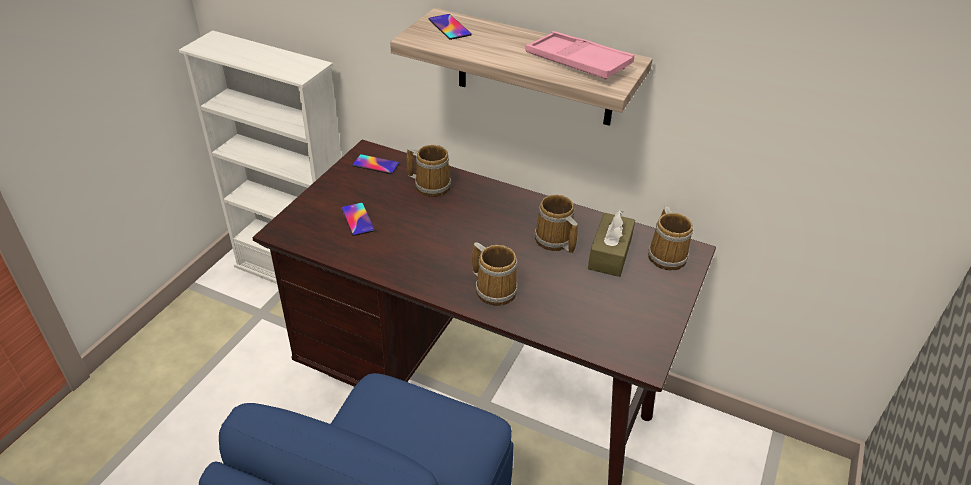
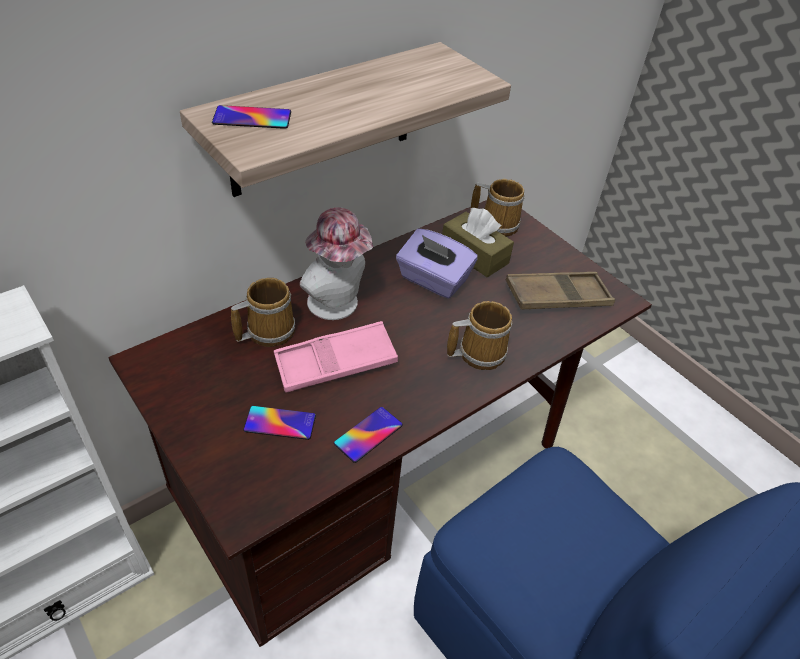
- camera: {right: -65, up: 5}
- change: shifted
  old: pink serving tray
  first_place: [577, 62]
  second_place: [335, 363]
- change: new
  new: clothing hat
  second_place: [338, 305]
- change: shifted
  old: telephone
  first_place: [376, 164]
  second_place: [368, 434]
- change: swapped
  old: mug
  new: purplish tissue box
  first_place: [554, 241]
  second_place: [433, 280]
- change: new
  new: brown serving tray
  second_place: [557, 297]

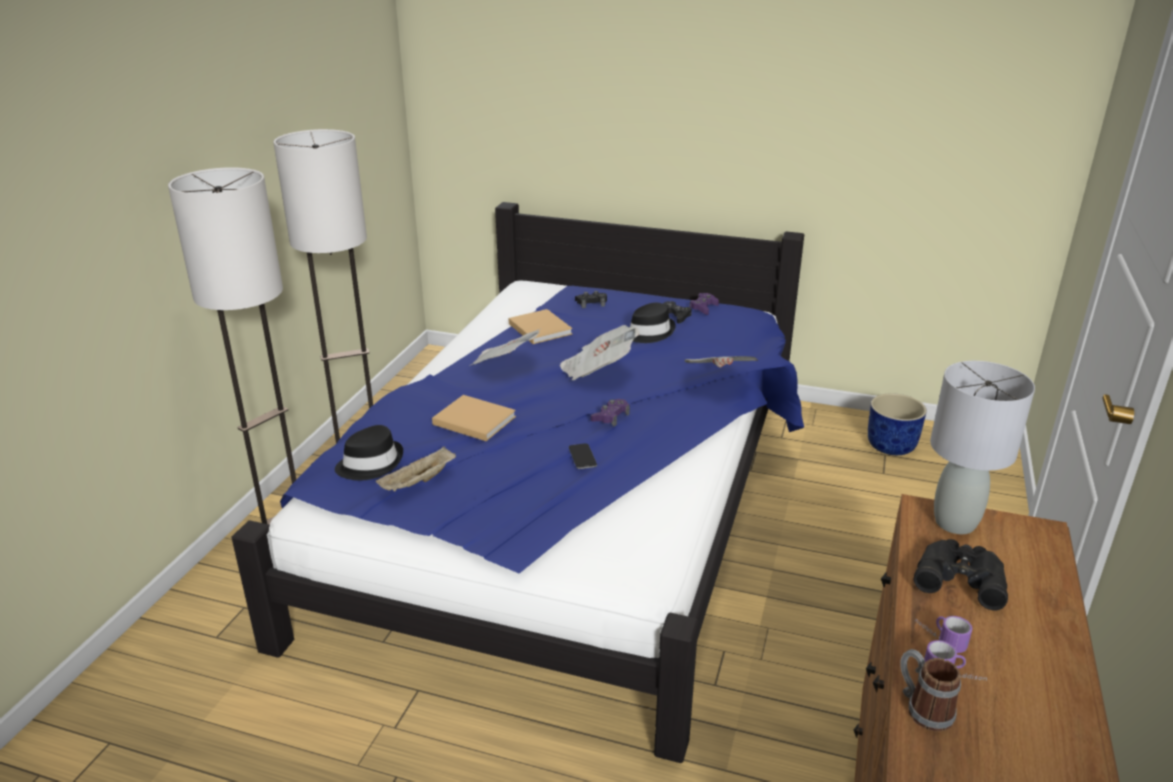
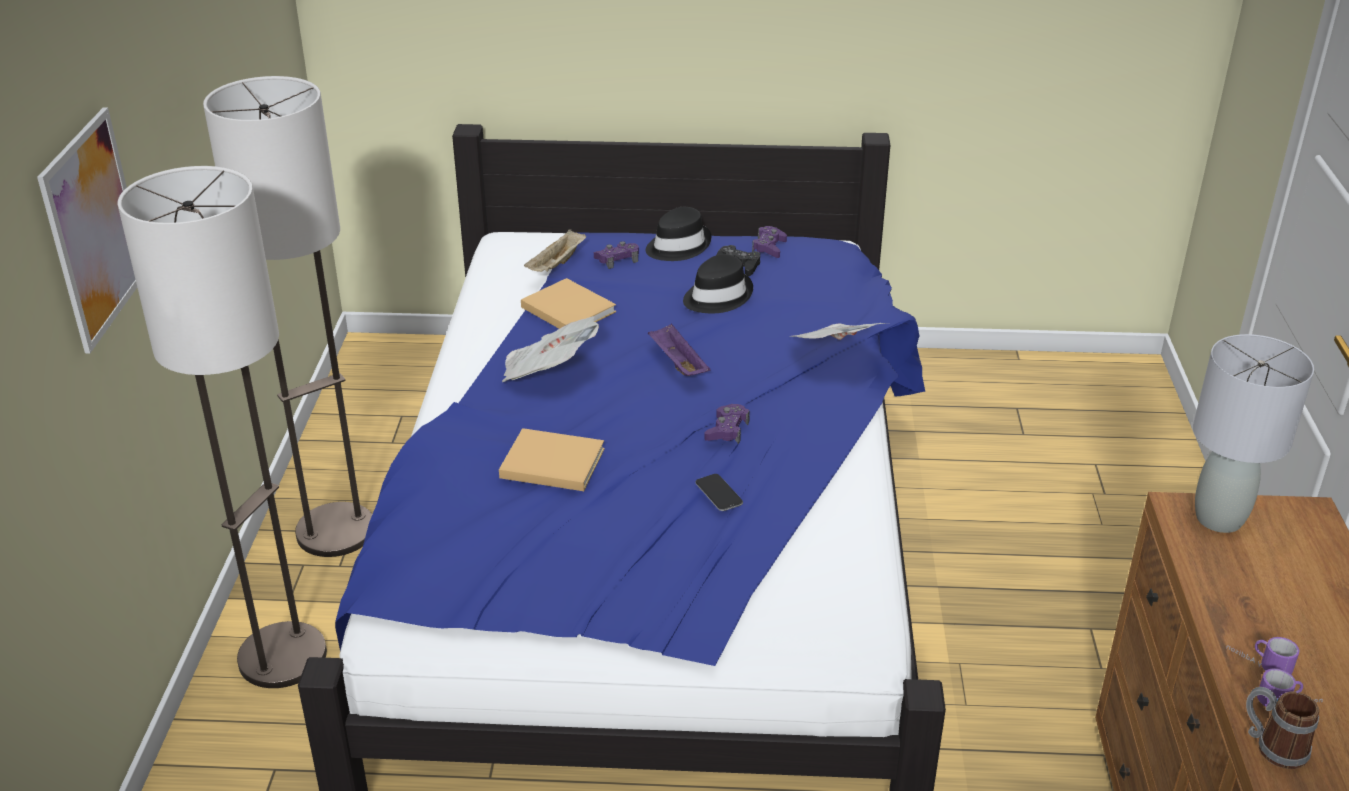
- camera: {right: -15, up: 5}
- change: new
  new: wall picture
  second_place: [94, 229]
- change: shifted
  old: beige serving tray
  first_place: [418, 482]
  second_place: [557, 265]
- change: repainted
  old: black gamepad
  new: purplish gamepad
  first_place: [591, 303]
  second_place: [617, 259]
- change: shifted
  old: black clothing hat
  first_place: [370, 463]
  second_place: [677, 246]
- change: swapped
  old: printed paper
  new: purplish serving tray
  first_place: [597, 370]
  second_place: [677, 364]
- change: gone
  old: blue-coloured planter
  first_place: [892, 446]
- change: gone
  old: black pair of binoculars
  first_place: [960, 577]

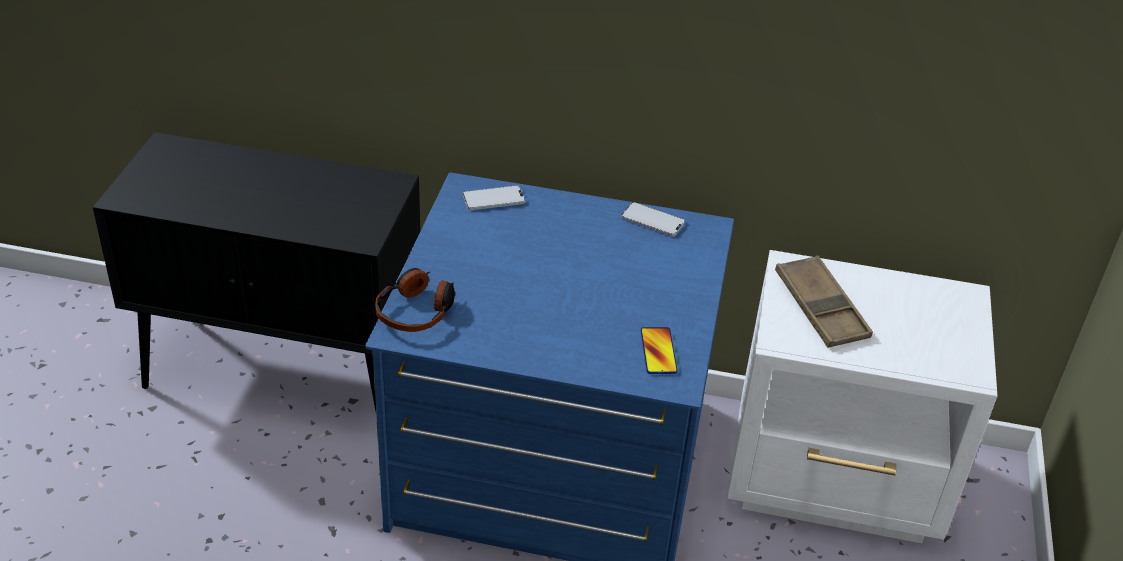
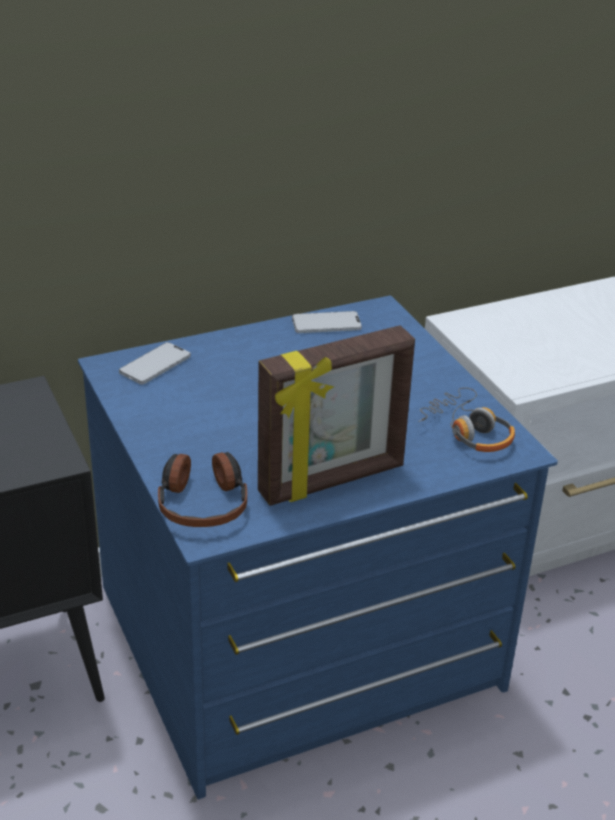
- camera: {right: -35, up: -5}
- change: new
  new: standing frame
  second_place: [332, 481]
- change: swapped
  old: telephone
  new: headset
  first_place: [658, 352]
  second_place: [468, 431]
- change: gone
  old: brown serving tray
  first_place: [820, 308]

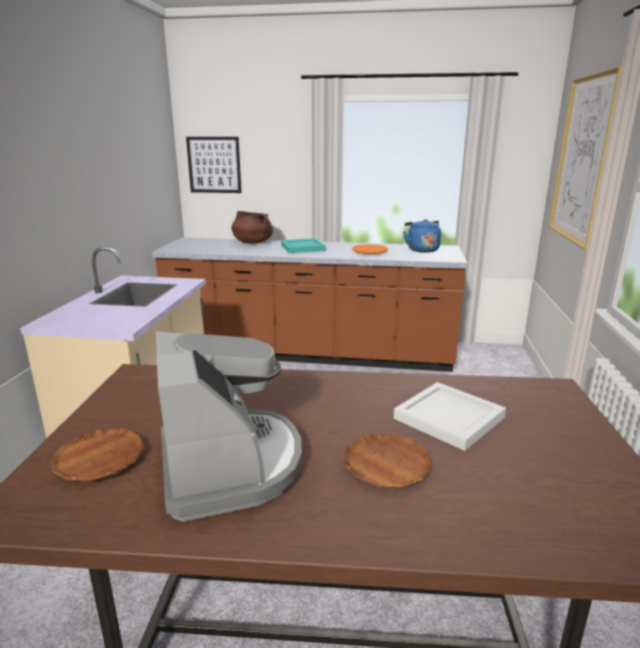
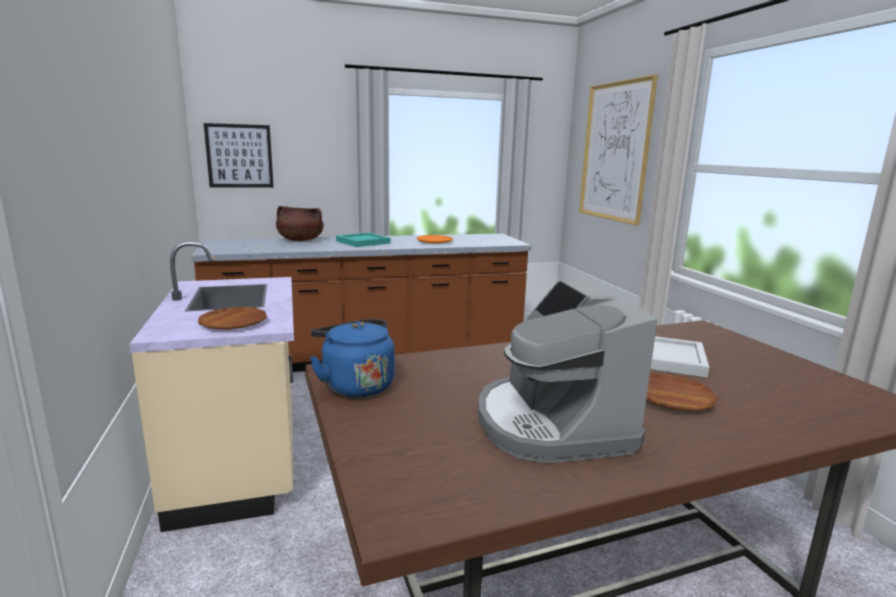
- camera: {right: -25, up: -5}
- change: shifted
  old: brown dinner plate
  first_place: [99, 459]
  second_place: [233, 323]
- change: shifted
  old: blue-coloured tea kettle
  first_place: [421, 250]
  second_place: [355, 385]
- change: rotated
  old: coffee brewer
  first_place: [230, 464]
  second_place: [551, 424]
  degrees: -150

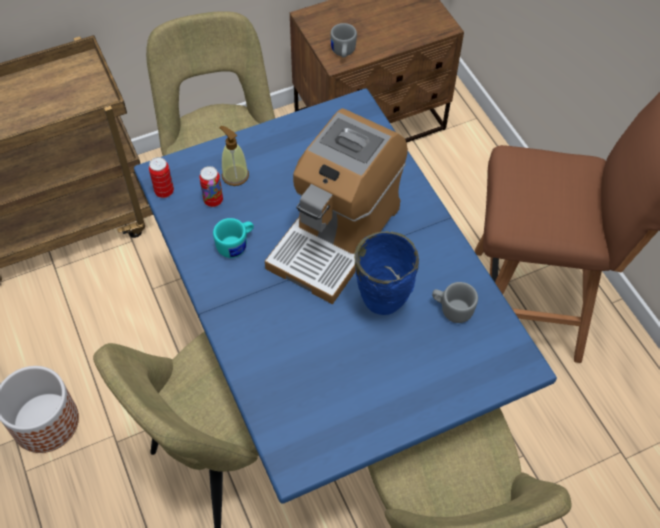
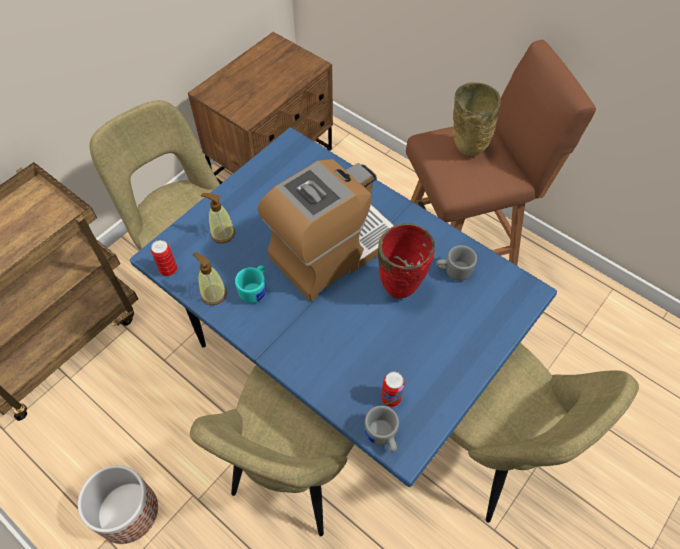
- camera: {right: -25, up: 0}
- change: new
  new: soap dispenser
  second_place: [213, 294]
- change: rotated
  old: coffee brewer
  first_place: [336, 235]
  second_place: [332, 250]
  degrees: -135
- change: shifted
  old: greyish mug
  first_place: [342, 53]
  second_place: [382, 437]
- change: repainted
  old: blue-coloured decorative vase
  new: reddish decorative vase
  first_place: [381, 306]
  second_place: [399, 291]
- change: shifted
  old: sealed can
  first_place: [213, 200]
  second_place: [391, 398]
- change: new
  new: beige decorative vase
  second_place: [466, 150]

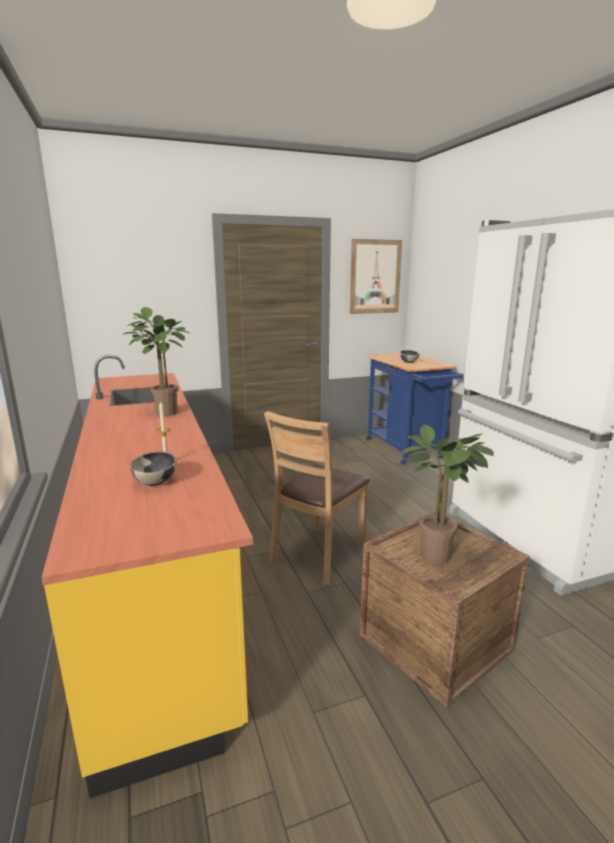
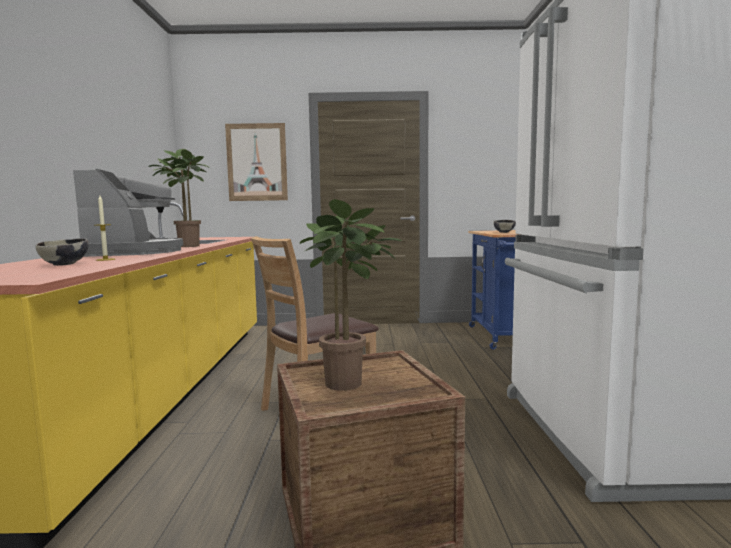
- camera: {right: 20, up: -10}
- change: new
  new: coffee brewer
  second_place: [134, 252]
- change: shifted
  old: wall picture
  first_place: [375, 277]
  second_place: [257, 162]

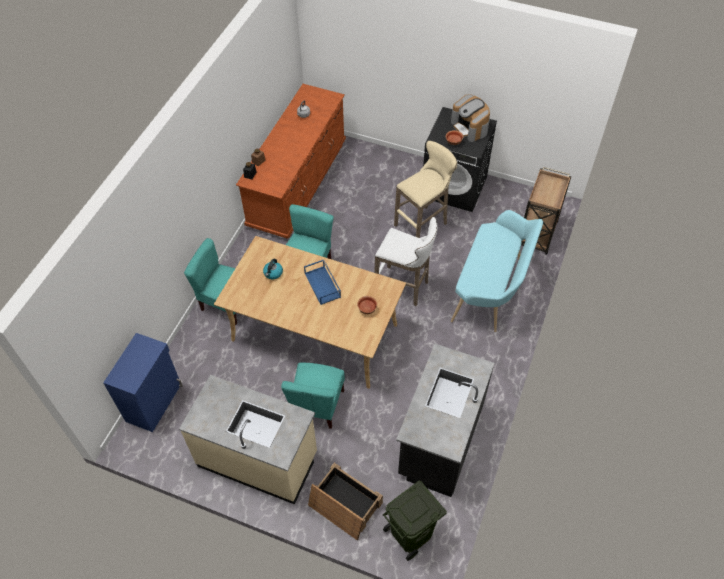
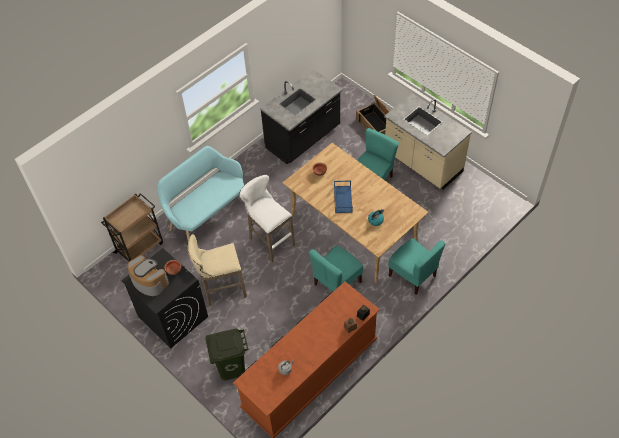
- camera: {right: -155, up: 0}
- change: rotated
  old: coffee brewer
  first_place: [470, 127]
  second_place: [149, 281]
  degrees: -45
- change: shifted
  old: green rubbish bin
  first_place: [411, 534]
  second_place: [231, 367]
- change: gone
  old: blue-coloured cabinet
  first_place: [155, 402]

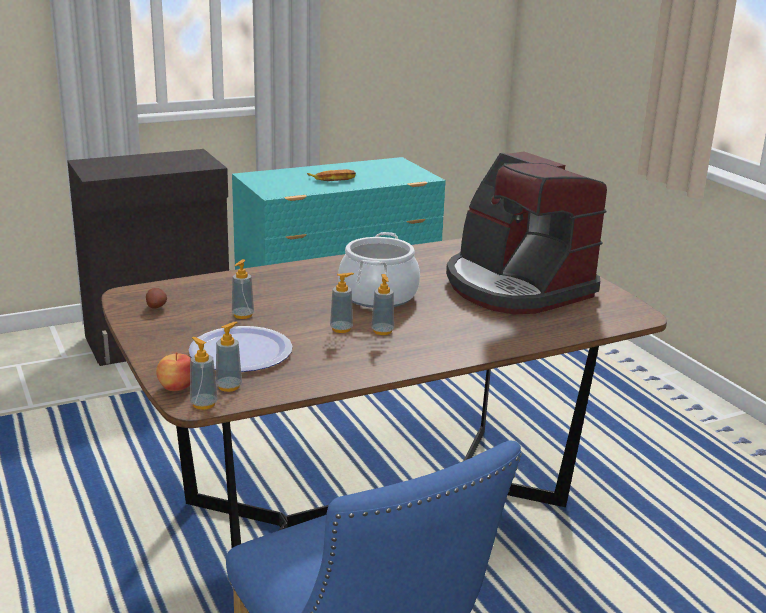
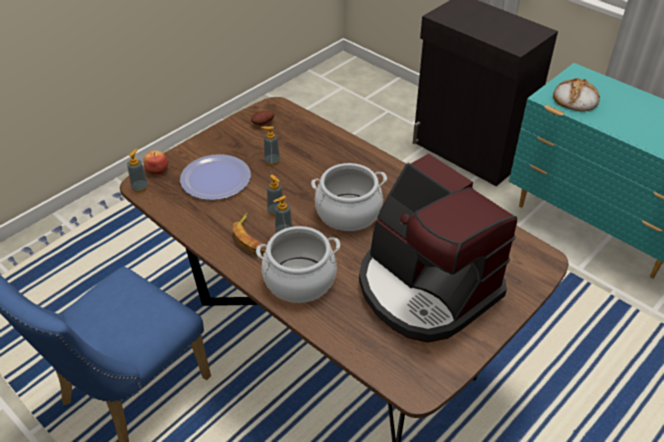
- camera: {right: 70, up: 20}
- change: shifted
  old: banana fruit
  first_place: [333, 179]
  second_place: [251, 238]
- change: new
  new: saucepot
  second_place: [299, 280]
- change: rotated
  old: coffee brewer
  first_place: [516, 287]
  second_place: [425, 288]
  degrees: -75
- change: new
  new: bread
  second_place: [575, 99]
- change: gone
  old: soap dispenser
  first_place: [229, 386]

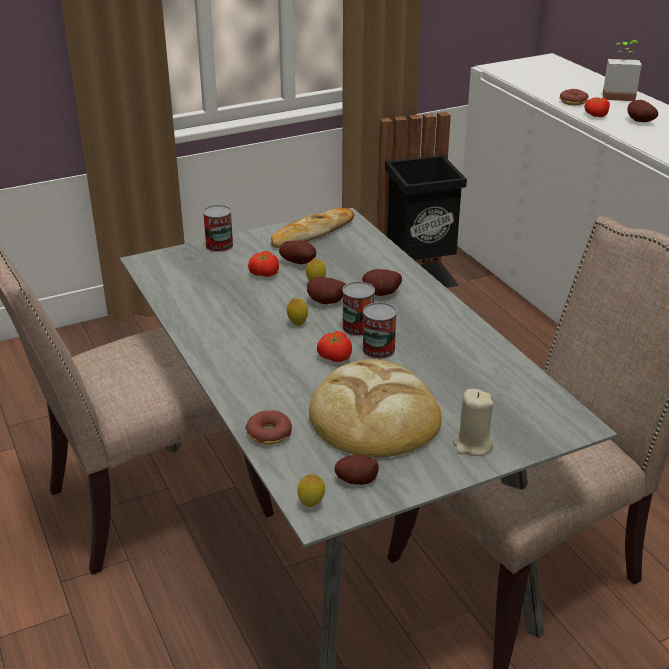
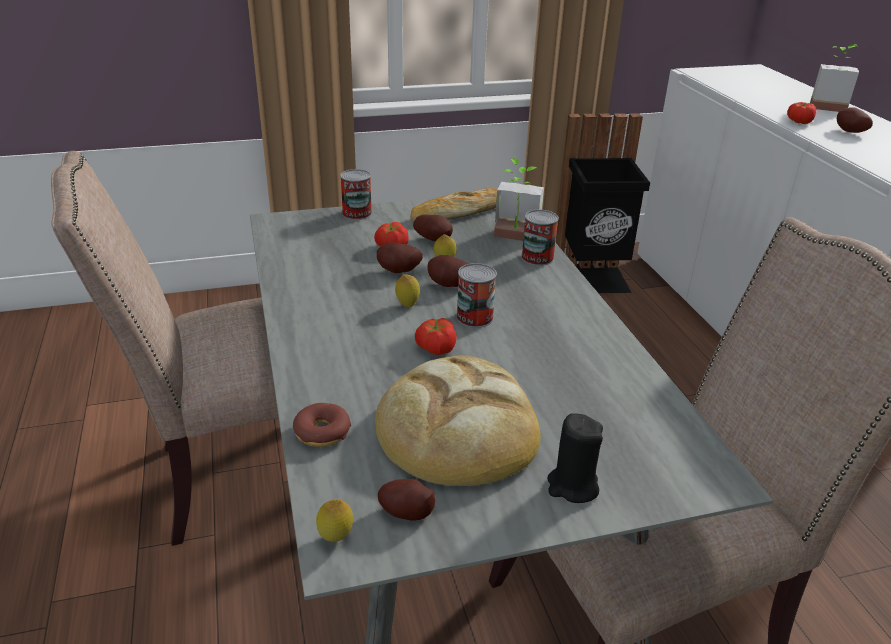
- camera: {right: 10, up: 0}
- change: shifted
  old: whole potato
  first_place: [382, 294]
  second_place: [398, 272]
- change: new
  new: potted plant
  second_place: [515, 239]
- change: shifted
  old: sealed can
  first_place: [378, 350]
  second_place: [537, 257]
- change: repainted
  old: beige wax candle
  new: black wax candle
  first_place: [472, 445]
  second_place: [572, 486]
- change: gone
  old: doughnut
  first_place: [573, 102]

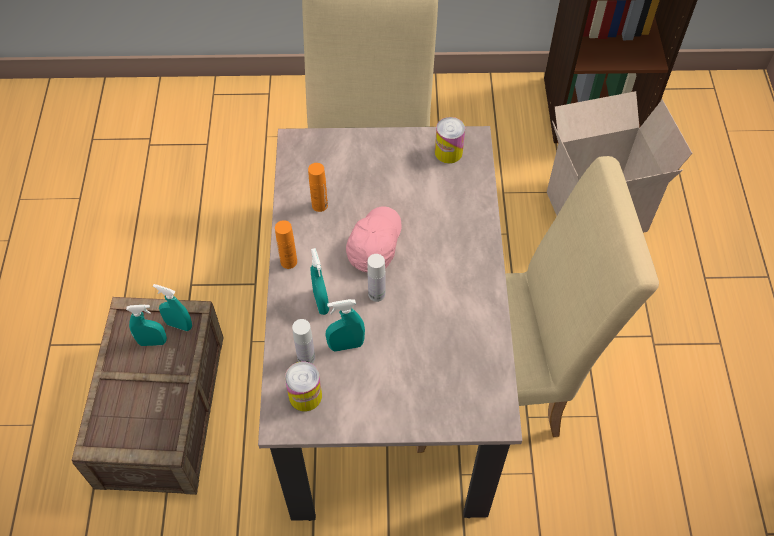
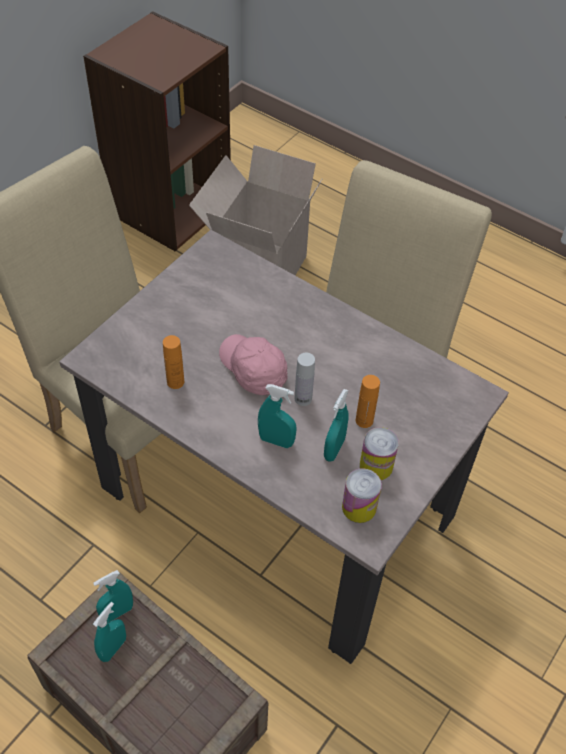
- camera: {right: -55, up: -5}
- change: shifted
  old: orange bottle
  first_place: [289, 261]
  second_place: [364, 420]
- change: shifted
  old: sealed can
  first_place: [448, 152]
  second_place: [376, 466]
- change: gone
  old: white bottle
  first_place: [306, 357]

